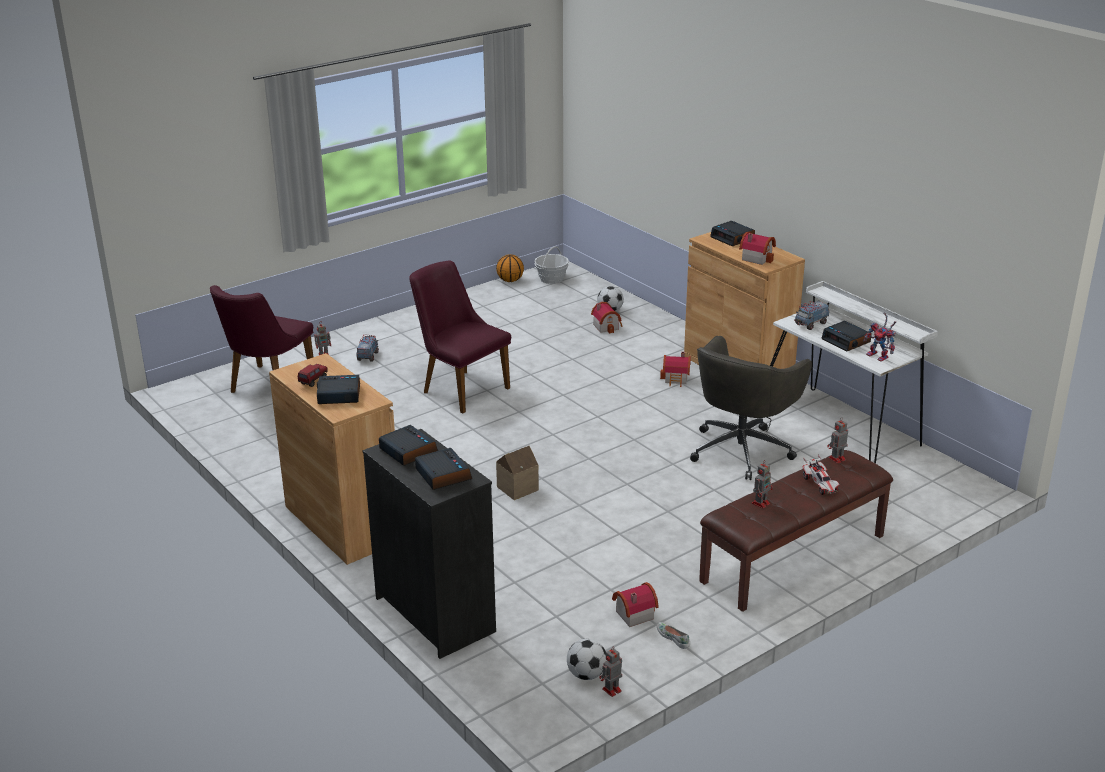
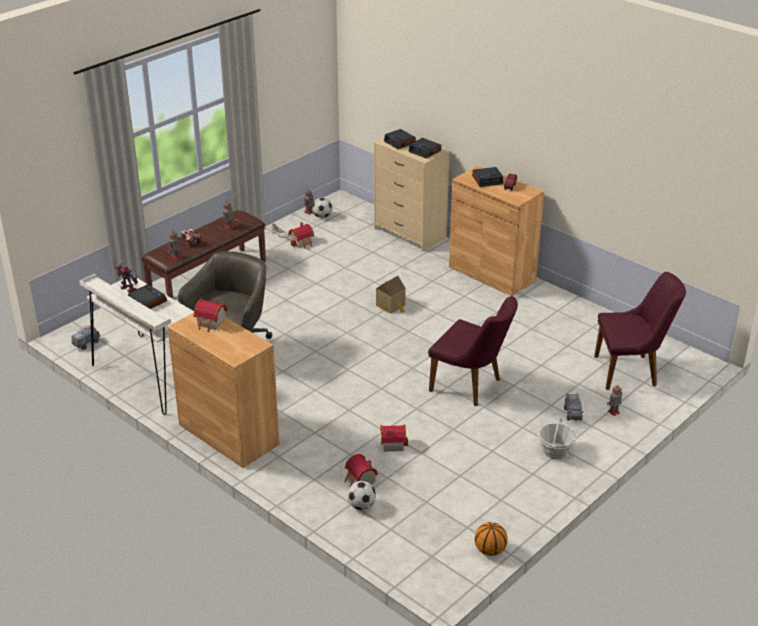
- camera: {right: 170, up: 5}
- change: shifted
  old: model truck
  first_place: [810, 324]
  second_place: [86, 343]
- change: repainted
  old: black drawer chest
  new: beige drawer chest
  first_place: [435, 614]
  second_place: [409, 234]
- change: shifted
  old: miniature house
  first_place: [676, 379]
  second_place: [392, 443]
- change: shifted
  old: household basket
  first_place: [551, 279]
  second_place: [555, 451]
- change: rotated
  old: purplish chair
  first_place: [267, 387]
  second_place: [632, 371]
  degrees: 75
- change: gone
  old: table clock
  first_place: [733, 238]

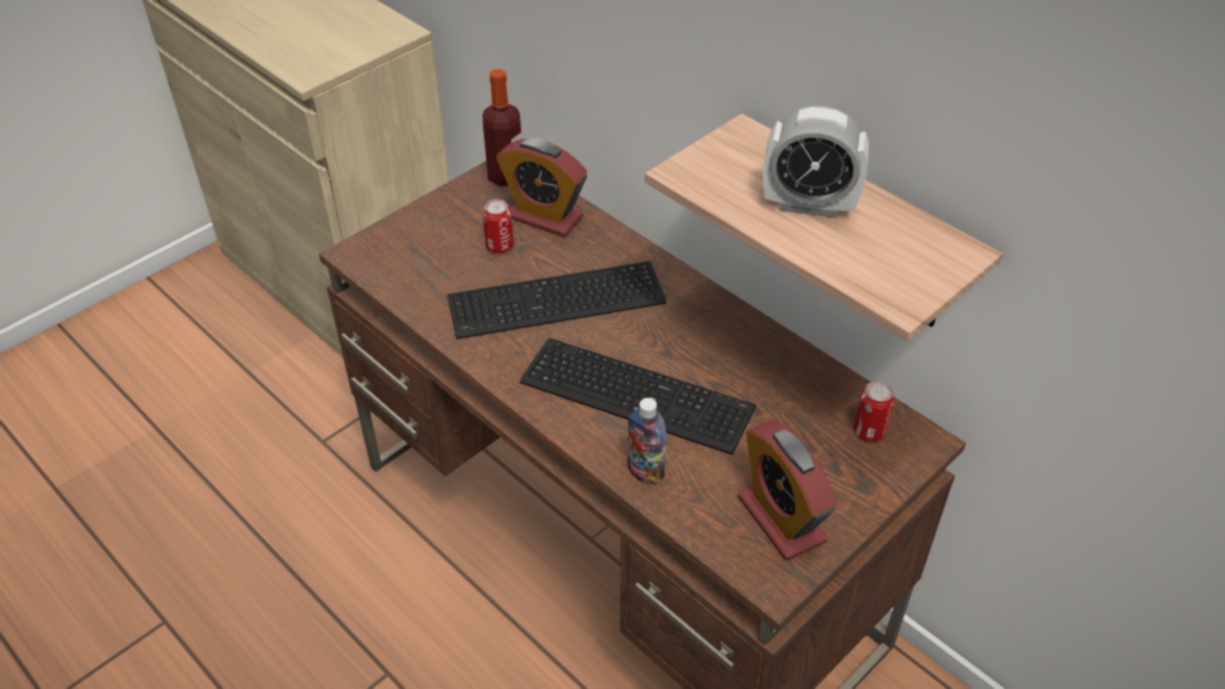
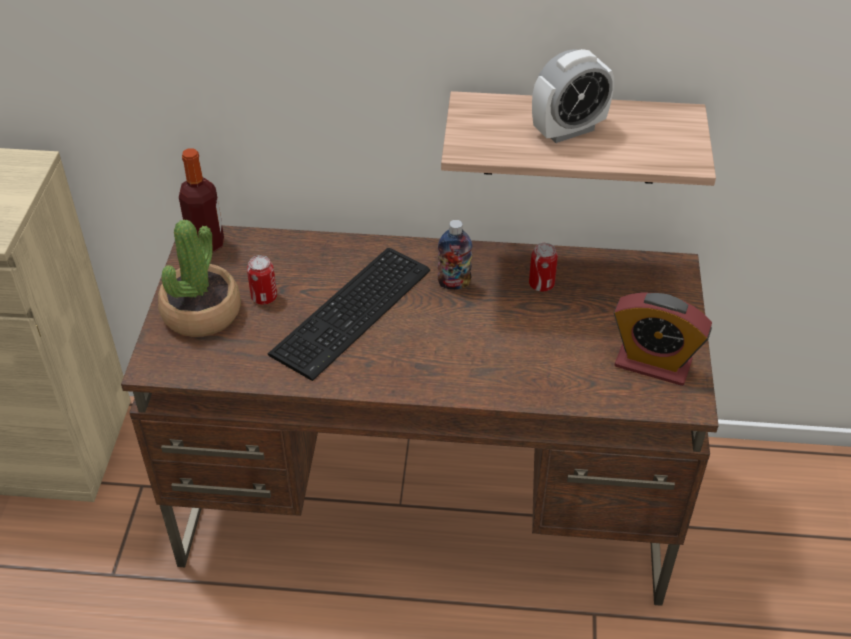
- camera: {right: -40, up: 0}
- change: new
  new: potted plant
  second_place: [201, 312]
- change: shifted
  old: bottle
  first_place: [645, 472]
  second_place: [454, 283]
- change: shifted
  old: sealed can
  first_place: [869, 431]
  second_place: [541, 284]
- change: gone
  old: table clock
  first_place: [544, 217]
- change: gone
  old: computer keyboard
  first_place: [635, 391]

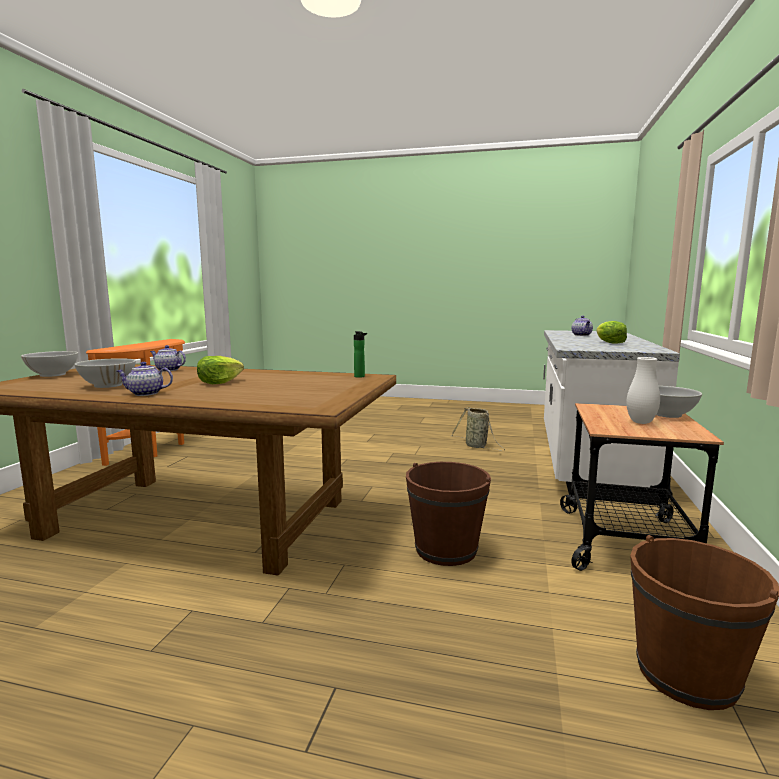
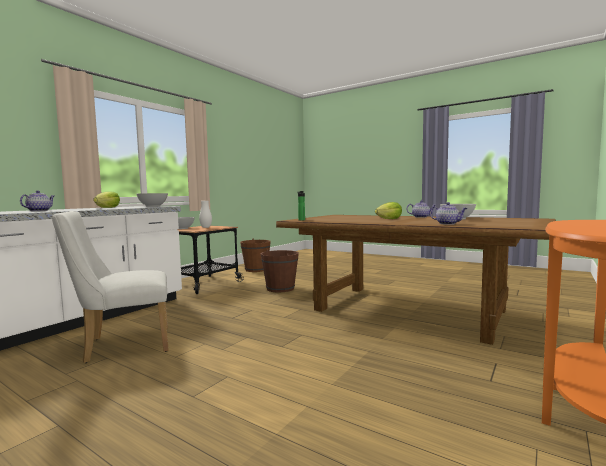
- camera: {right: -160, up: -5}
- change: swapped
  old: household basket
  new: white chair
  first_place: [477, 446]
  second_place: [121, 345]
- change: shifted
  old: white deep dish
  first_place: [53, 375]
  second_place: [153, 206]

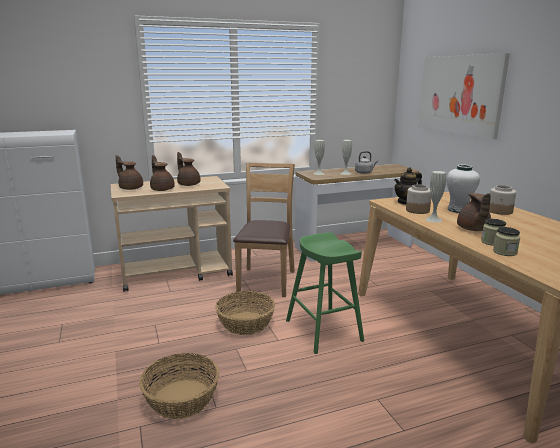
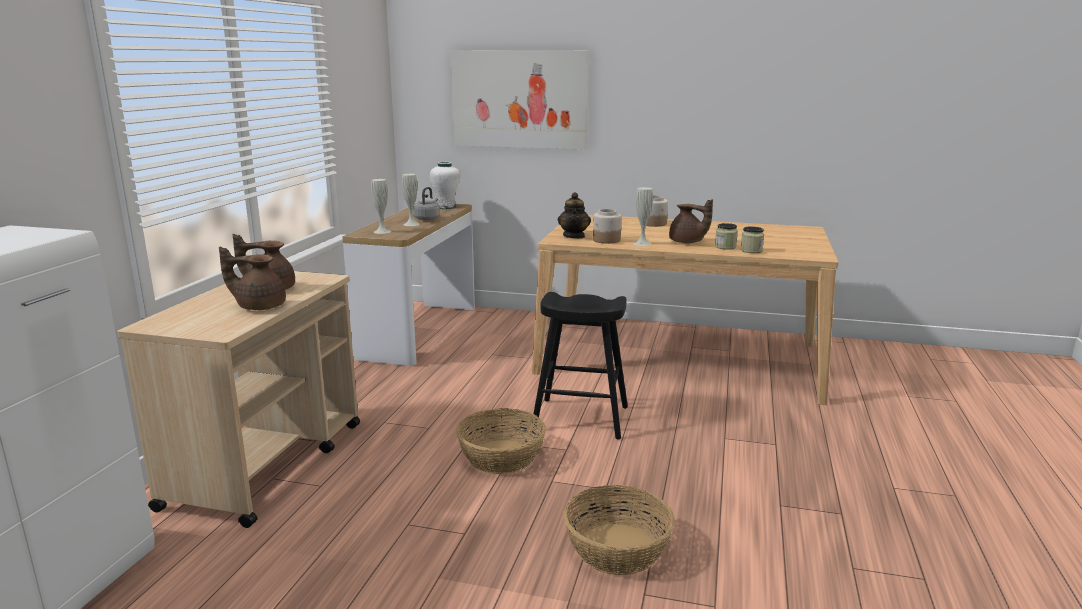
- camera: {right: -55, up: 0}
- change: shifted
  old: white decorative vase
  first_place: [458, 210]
  second_place: [445, 207]
- change: repainted
  old: green stool
  new: black stool
  first_place: [323, 330]
  second_place: [581, 418]
- change: gone
  old: brown teapot
  first_place: [130, 188]
- change: gone
  old: brown chair
  first_place: [266, 281]

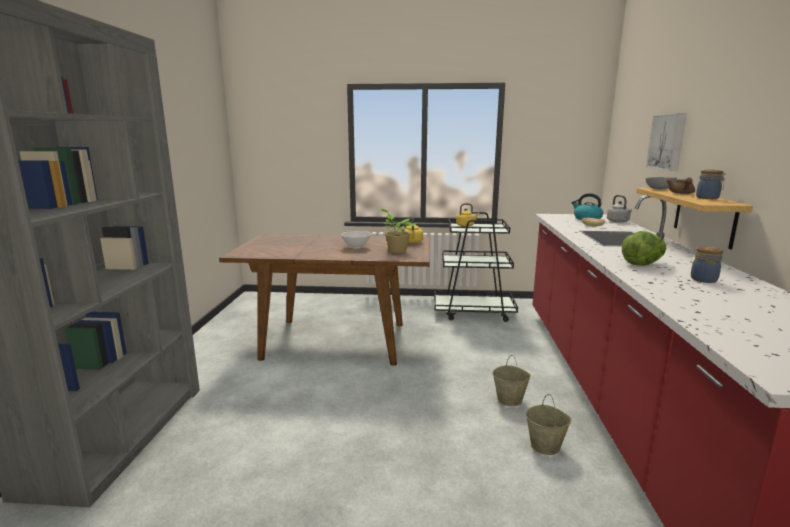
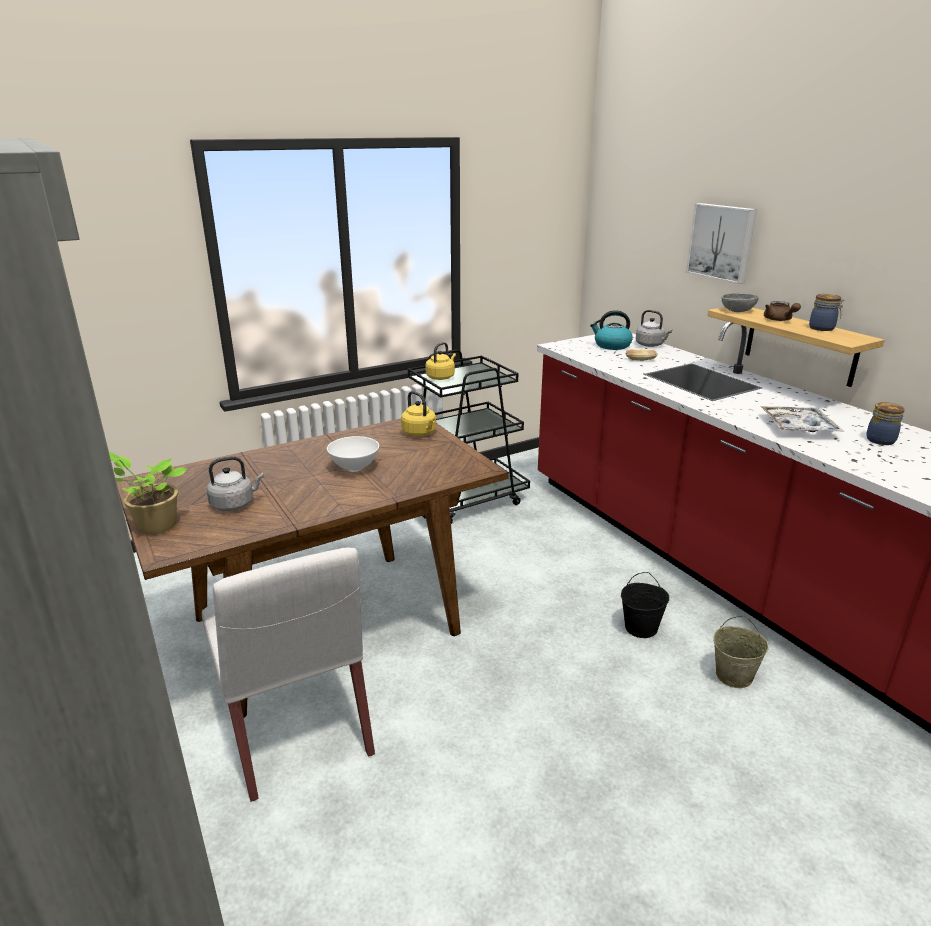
- camera: {right: -35, up: 10}
- change: shifted
  old: potted plant
  first_place: [396, 250]
  second_place: [154, 526]
- change: new
  new: white chair
  second_place: [296, 726]
- change: new
  new: greyish tea kettle
  second_place: [235, 504]
- change: repainted
  old: beige bucket
  new: black bucket
  first_place: [510, 400]
  second_place: [641, 627]
- change: swapped
  old: head of lettuce
  new: serving tray
  first_place: [642, 264]
  second_place: [798, 427]

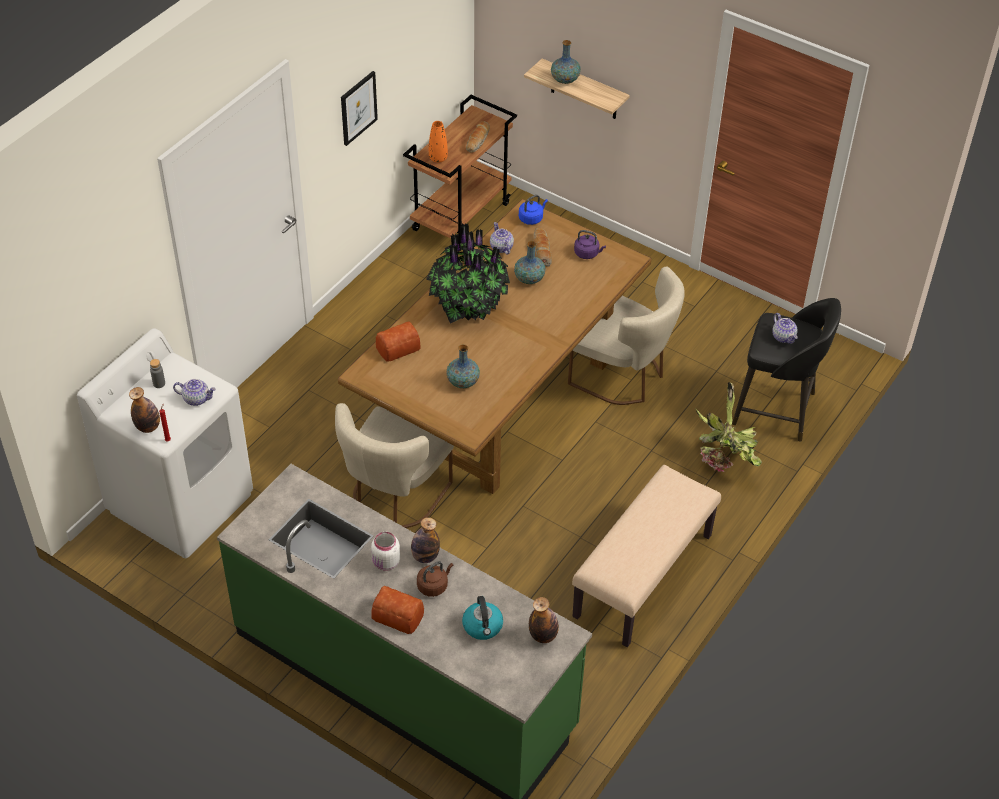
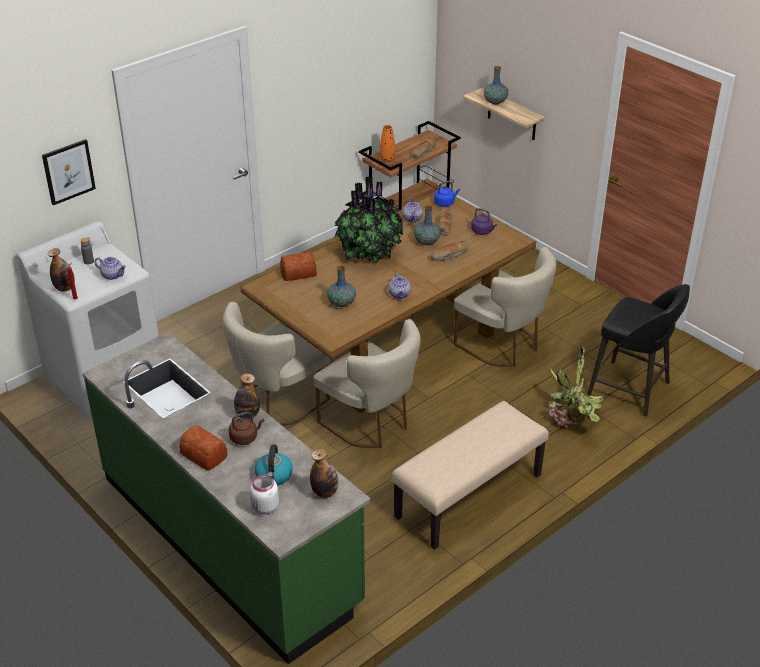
- camera: {right: 15, up: -10}
- change: shifted
  old: wall picture
  first_place: [358, 108]
  second_place: [68, 171]
- change: shifted
  old: white preserve jar
  first_place: [386, 563]
  second_place: [264, 508]
- change: new
  new: beige chair
  second_place: [371, 423]
- change: shifted
  old: teapot
  first_place: [784, 337]
  second_place: [400, 294]
- change: new
  new: bread
  second_place: [450, 256]

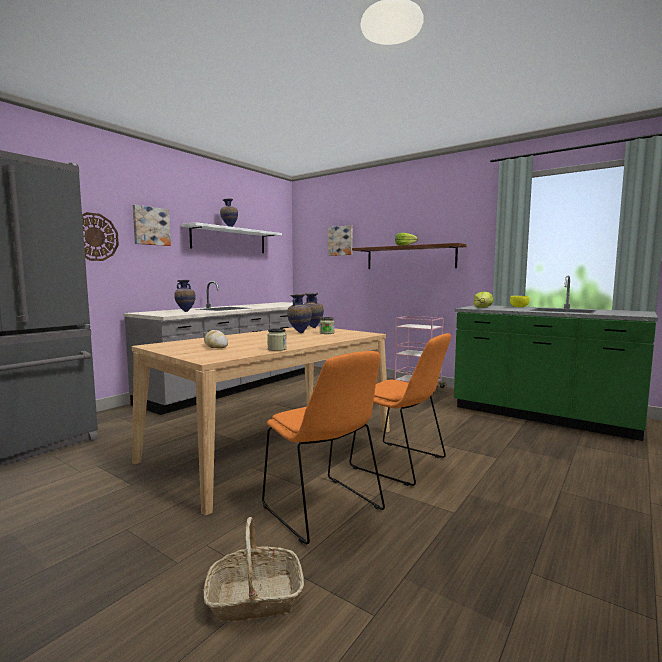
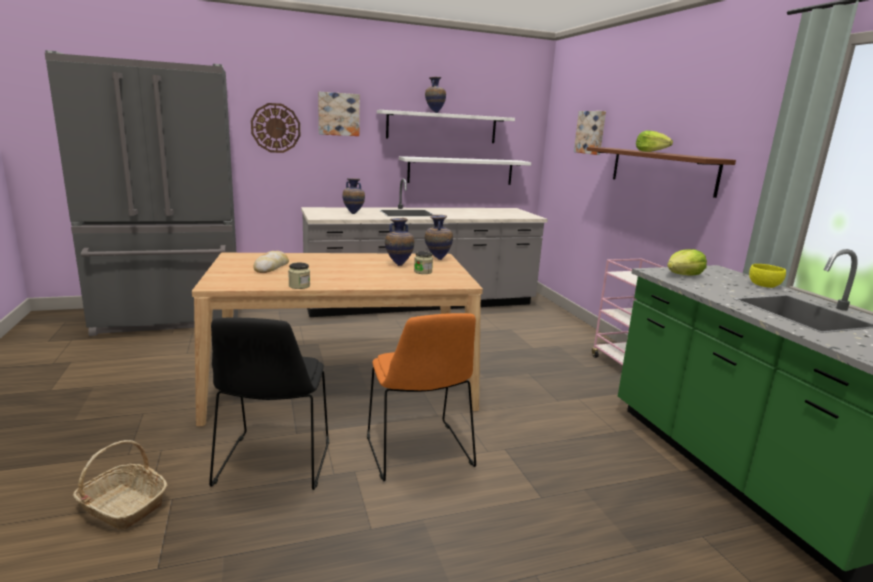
- camera: {right: 35, up: 10}
- change: repainted
  old: orange chair
  new: black chair
  first_place: [324, 510]
  second_place: [273, 465]
- change: new
  new: white bracket shelf
  second_place: [461, 171]

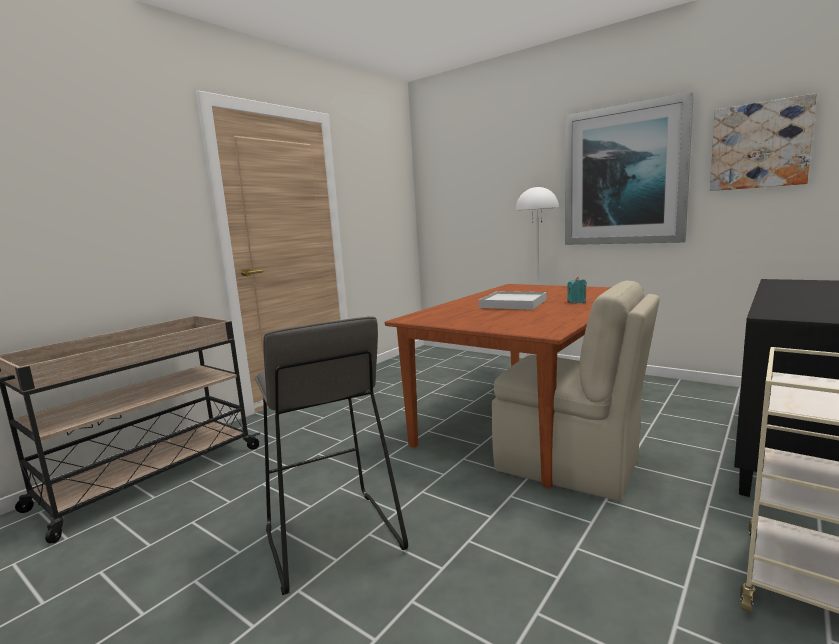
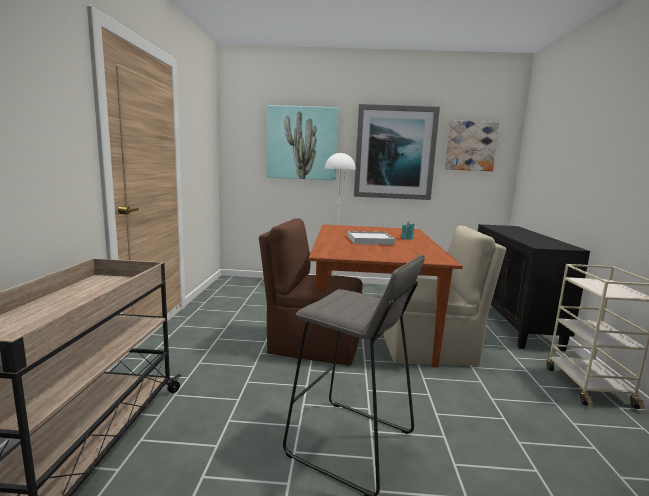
- camera: {right: -35, up: 0}
- change: new
  new: brown chair
  second_place: [312, 345]
- change: new
  new: wall picture
  second_place: [302, 143]

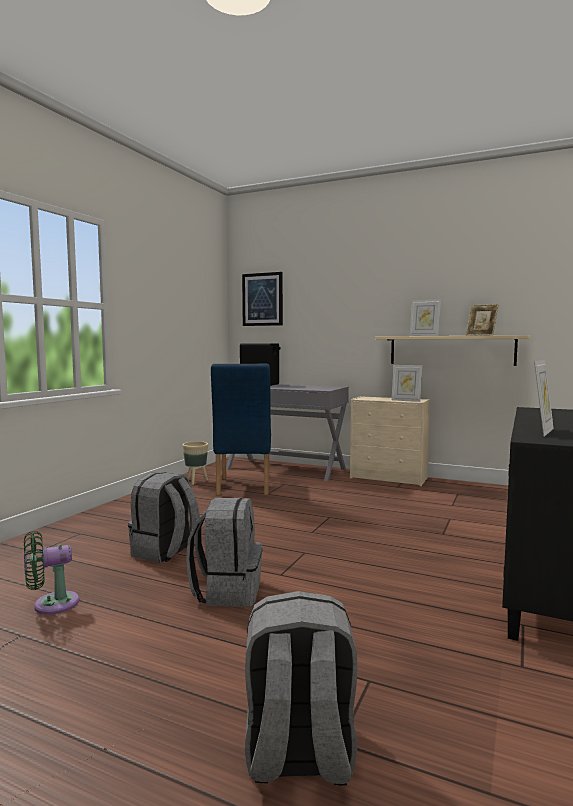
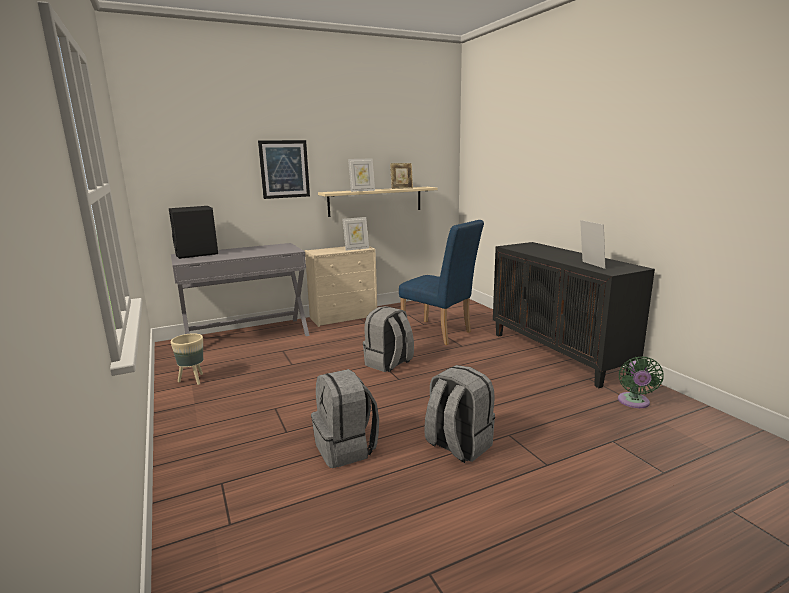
- camera: {right: -50, up: 10}
- change: shifted
  old: wall picture
  first_place: [262, 299]
  second_place: [284, 169]
- change: shifted
  old: greyish rucksack
  first_place: [298, 756]
  second_place: [389, 364]
- change: shifted
  old: blue-coloured chair
  first_place: [243, 488]
  second_place: [440, 333]
- change: shifted
  old: green cooling fan
  first_place: [51, 604]
  second_place: [634, 402]

